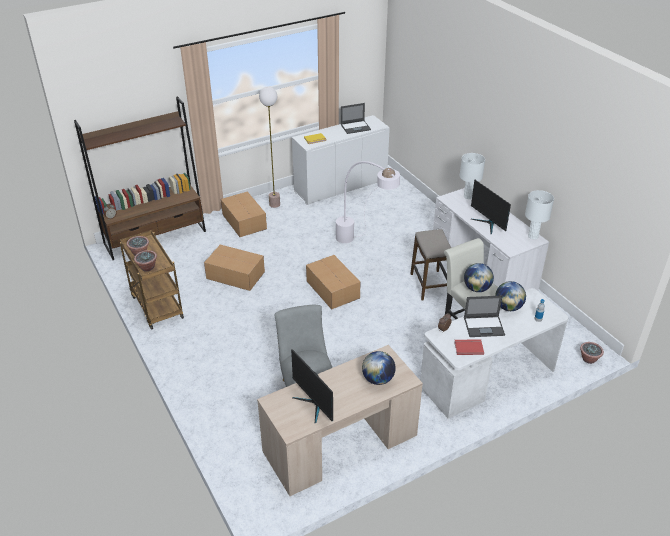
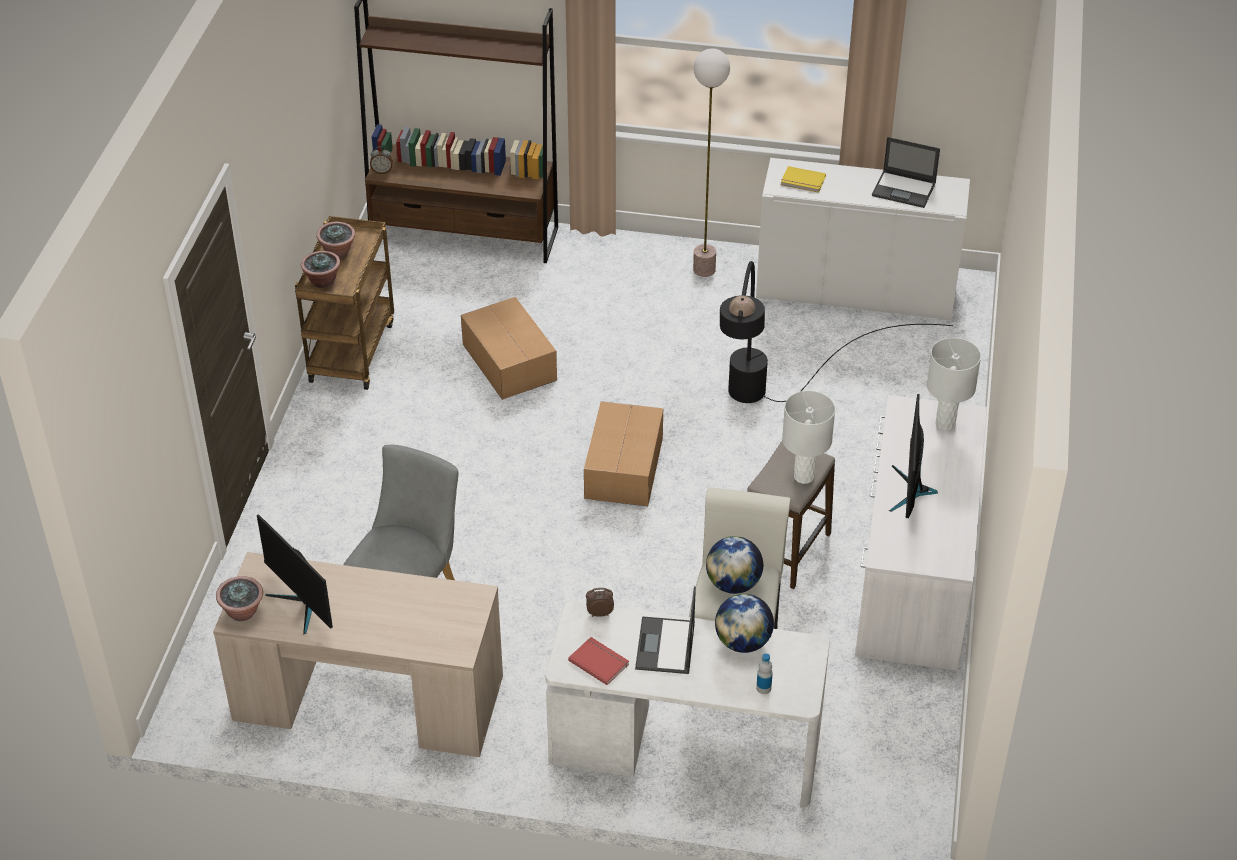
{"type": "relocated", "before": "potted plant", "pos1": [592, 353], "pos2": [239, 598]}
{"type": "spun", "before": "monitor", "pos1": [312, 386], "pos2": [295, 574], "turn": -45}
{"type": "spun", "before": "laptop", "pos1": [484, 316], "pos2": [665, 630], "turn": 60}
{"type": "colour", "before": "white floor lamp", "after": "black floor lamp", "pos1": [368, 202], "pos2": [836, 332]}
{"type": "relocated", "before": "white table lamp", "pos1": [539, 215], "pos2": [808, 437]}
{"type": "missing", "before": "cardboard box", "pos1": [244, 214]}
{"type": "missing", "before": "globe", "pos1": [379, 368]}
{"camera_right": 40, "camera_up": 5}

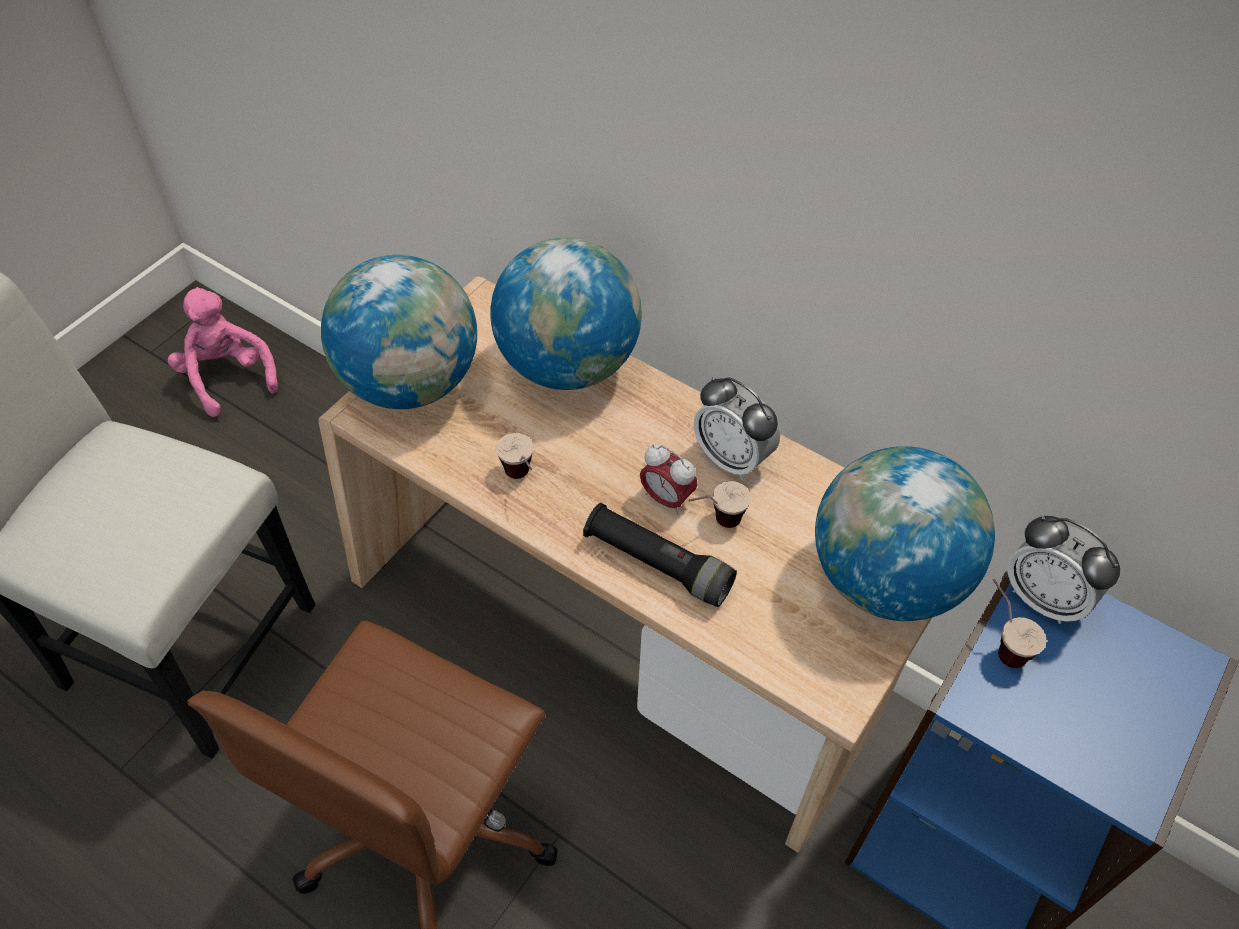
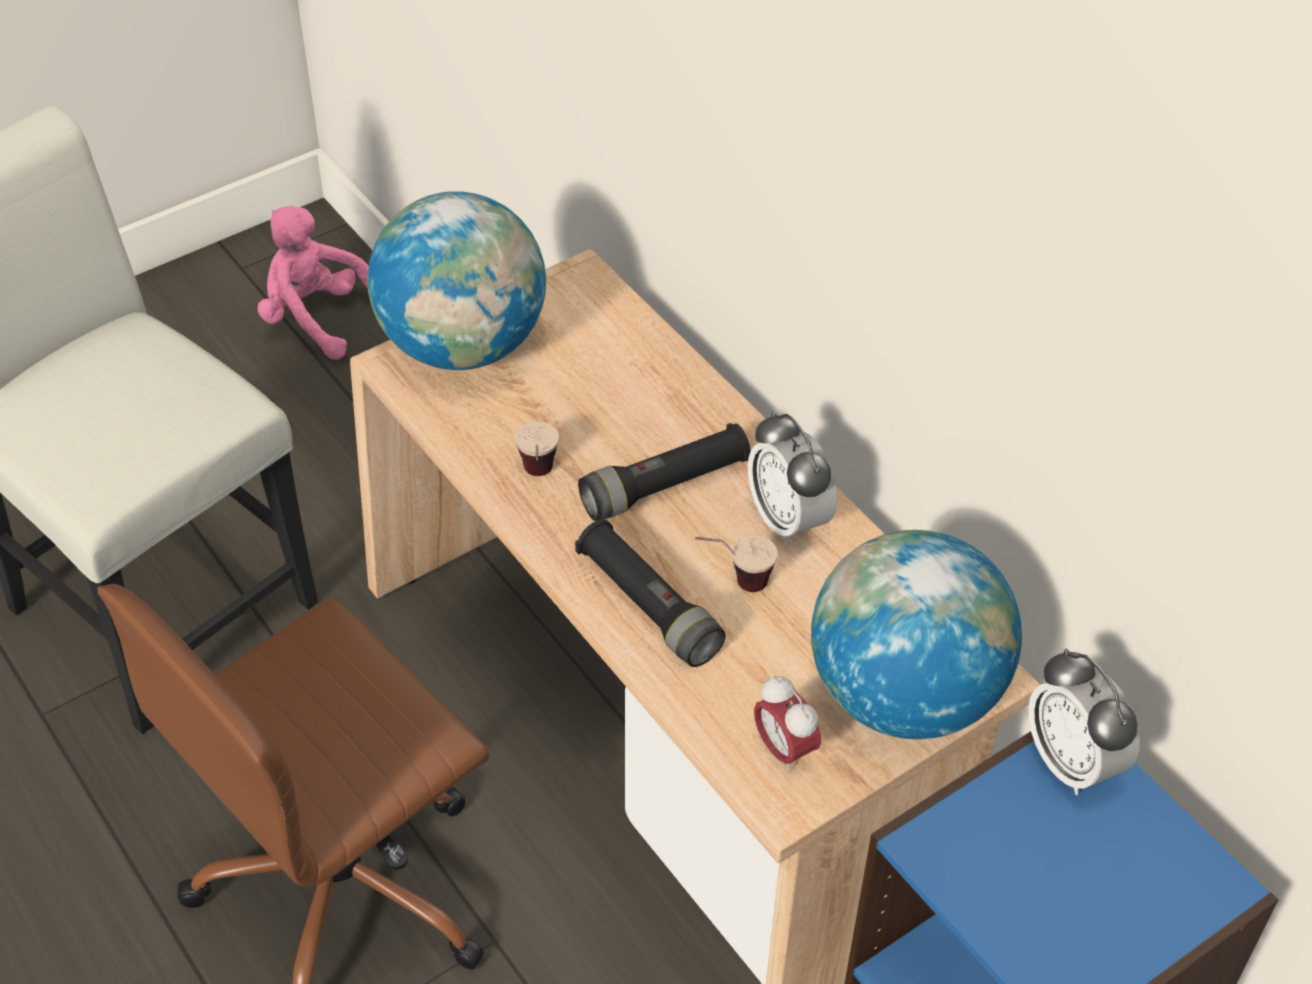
{"type": "spun", "before": "pink plush toy", "pos1": [223, 352], "pos2": [313, 283], "turn": -45}
{"type": "appeared", "after": "black flashlight", "pos2": [664, 472]}
{"type": "relocated", "before": "alarm clock", "pos1": [669, 479], "pos2": [787, 724]}
{"type": "missing", "before": "globe", "pos1": [566, 313]}
{"type": "missing", "before": "cup", "pos1": [1019, 623]}
{"camera_right": 20, "camera_up": -5}

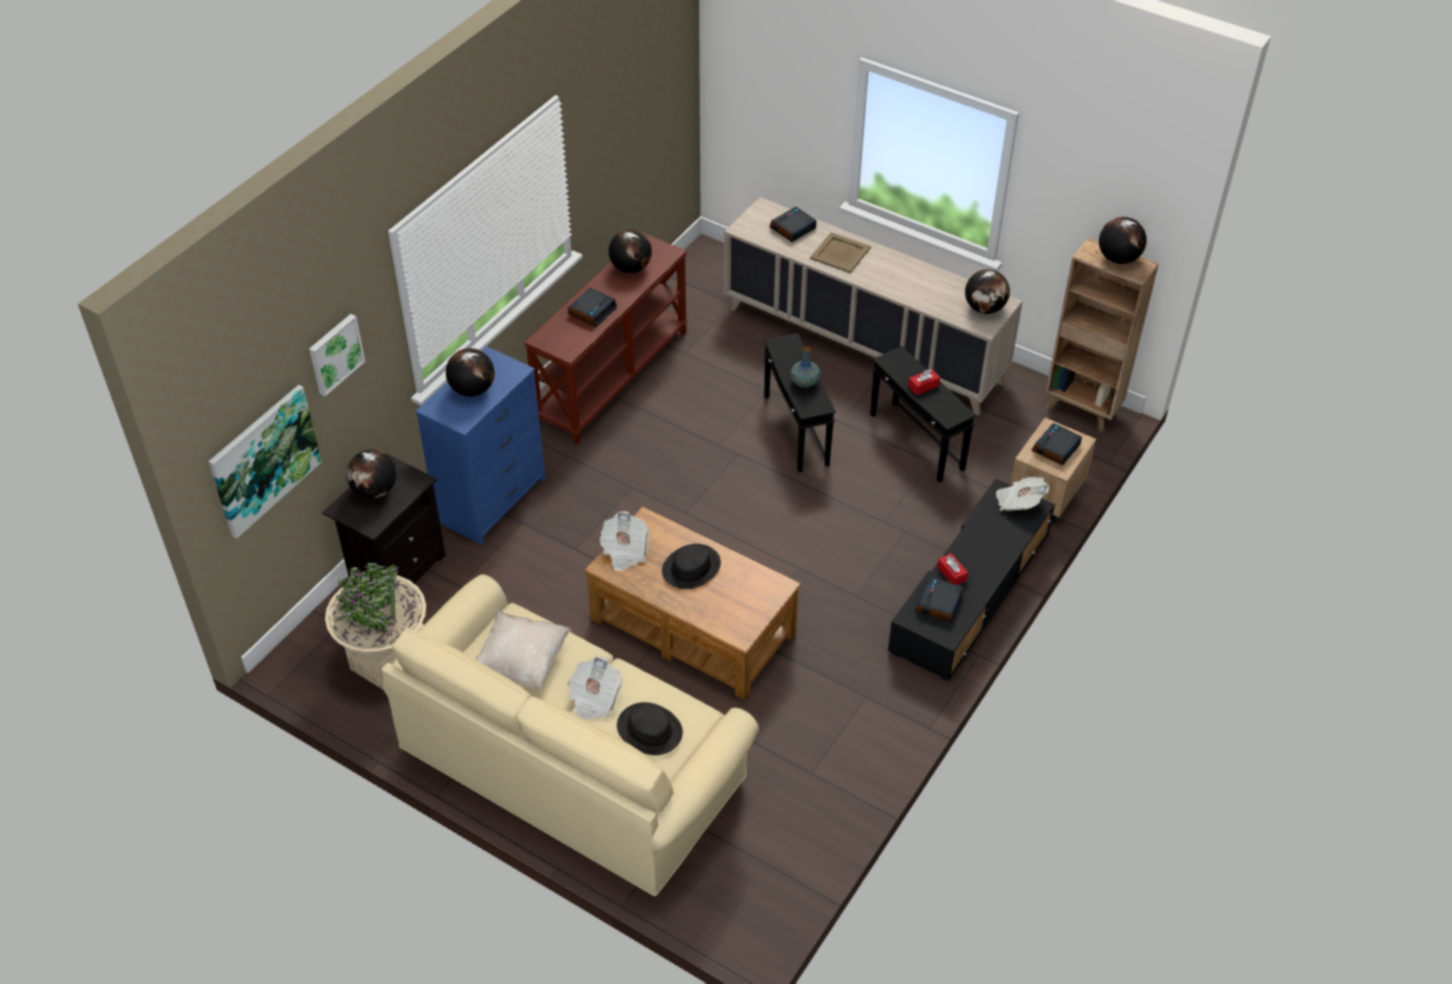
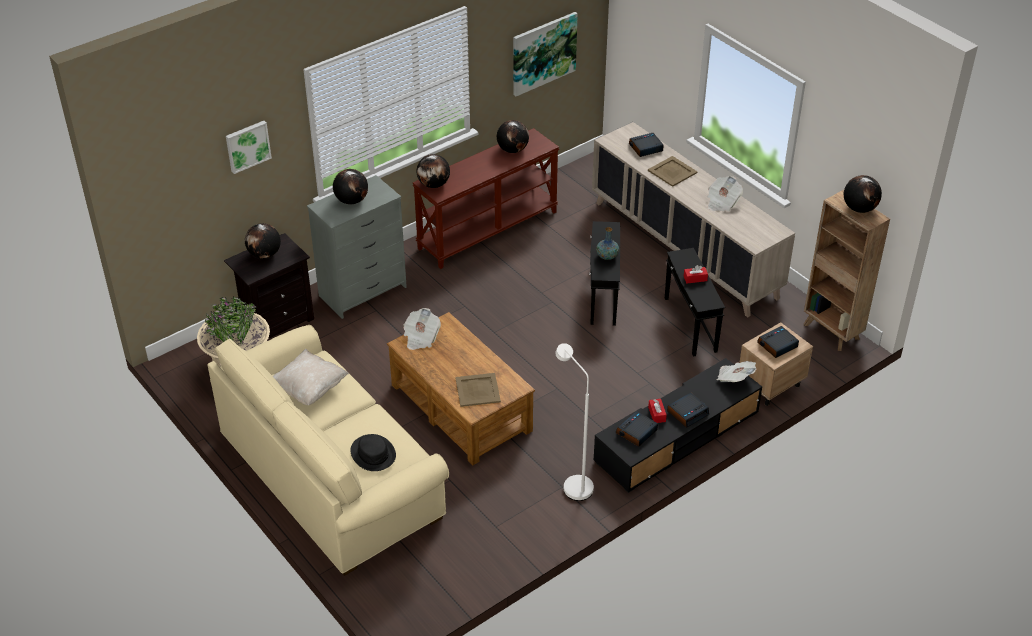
{"type": "colour", "before": "blue dresser", "after": "grey dresser", "pos1": [480, 445], "pos2": [357, 247]}
{"type": "relocated", "before": "globe", "pos1": [987, 291], "pos2": [433, 171]}
{"type": "appeared", "after": "beige tray", "pos2": [478, 390]}
{"type": "relocated", "before": "picture", "pos1": [265, 462], "pos2": [545, 54]}
{"type": "appeared", "after": "white floor lamp", "pos2": [574, 422]}
{"type": "relocated", "before": "alarm clock", "pos1": [592, 307], "pos2": [688, 410]}
{"type": "relocated", "before": "newspaper", "pos1": [595, 688], "pos2": [725, 194]}
{"type": "missing", "before": "black hat", "pos1": [691, 566]}
{"camera_right": 20, "camera_up": -5}

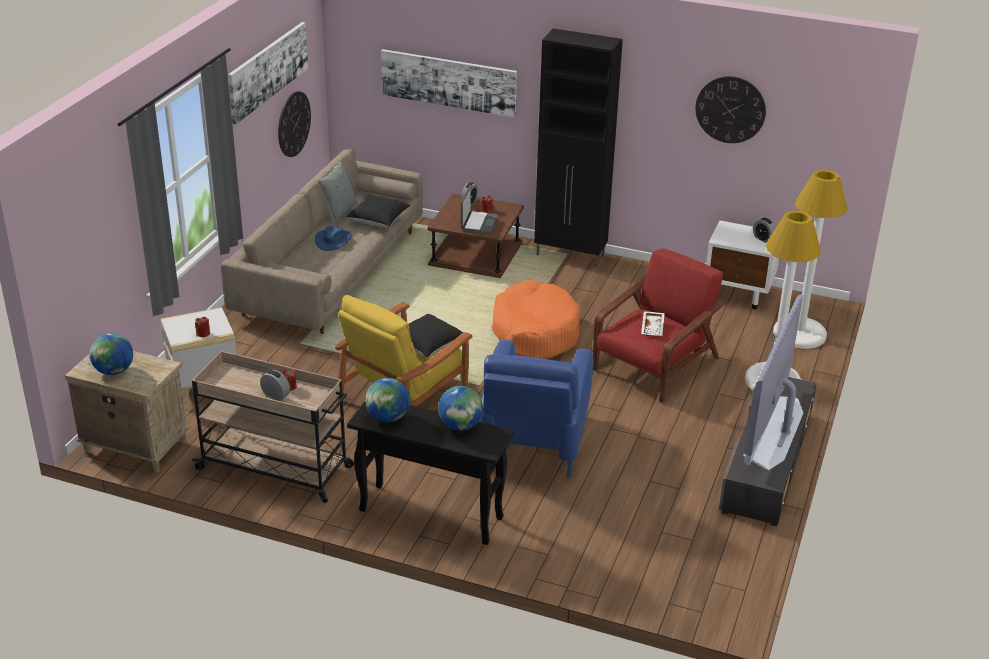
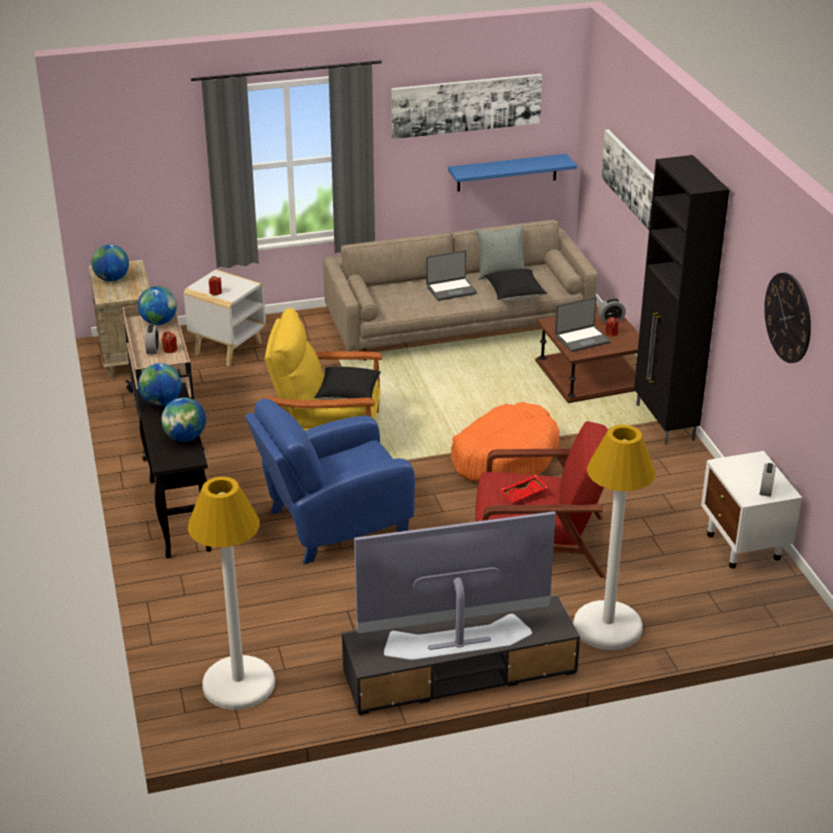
{"type": "appeared", "after": "globe", "pos2": [157, 305]}
{"type": "relocated", "before": "white floor lamp", "pos1": [810, 259], "pos2": [231, 593]}
{"type": "exchanged", "before": "blue hat", "after": "laptop", "pos1": [333, 238], "pos2": [451, 275]}
{"type": "exchanged", "before": "wall clock", "after": "blue shelf", "pos1": [294, 124], "pos2": [512, 172]}
{"type": "colour", "before": "white tray", "after": "red tray", "pos1": [653, 323], "pos2": [524, 488]}
{"camera_right": 55, "camera_up": 0}

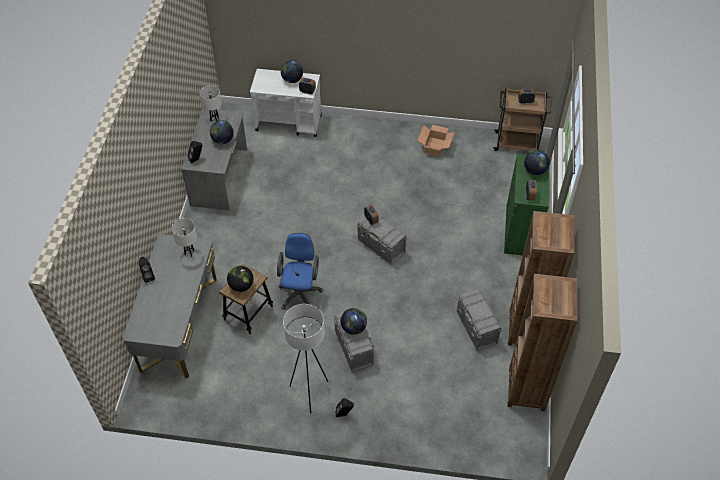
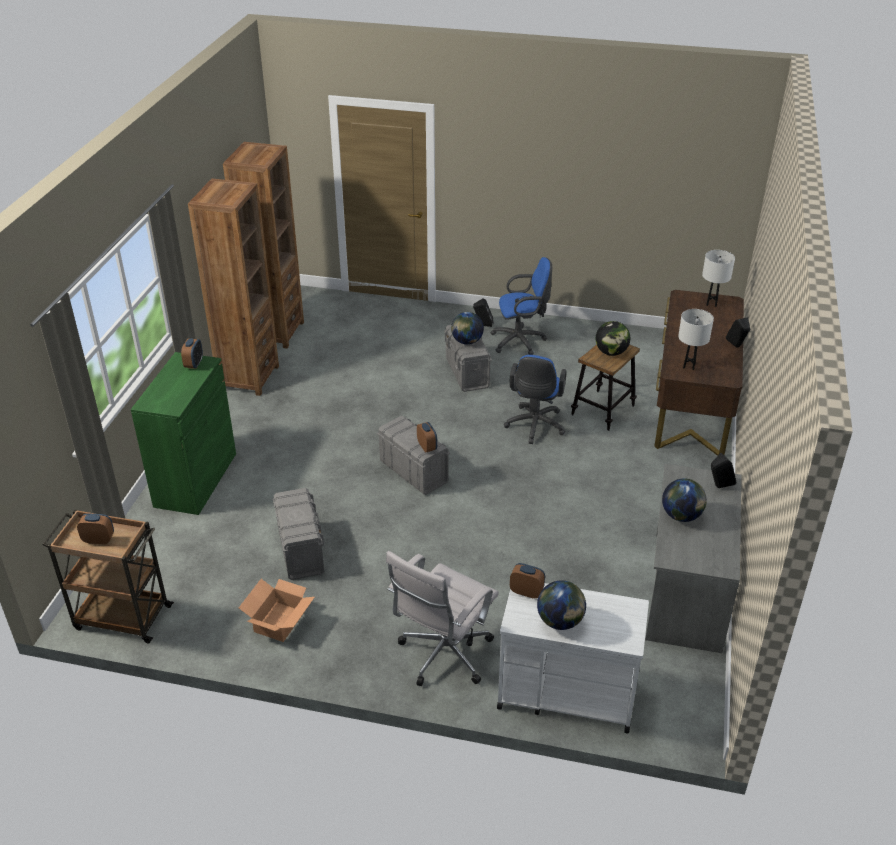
{"type": "relocated", "before": "grey storage box", "pos1": [479, 320], "pos2": [298, 534]}
{"type": "appeared", "after": "white office chair", "pos2": [442, 618]}
{"type": "exchanged", "before": "white floor lamp", "after": "blue office chair", "pos1": [305, 359], "pos2": [521, 306]}
{"type": "colour", "before": "grey desk", "after": "brown desk", "pos1": [169, 306], "pos2": [699, 373]}
{"type": "relocated", "before": "white table lamp", "pos1": [211, 103], "pos2": [718, 278]}
{"type": "missing", "before": "globe", "pos1": [537, 162]}
{"camera_right": -175, "camera_up": -15}

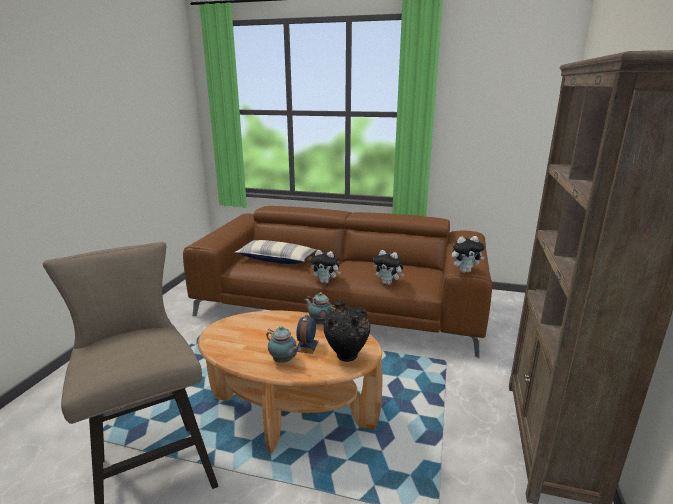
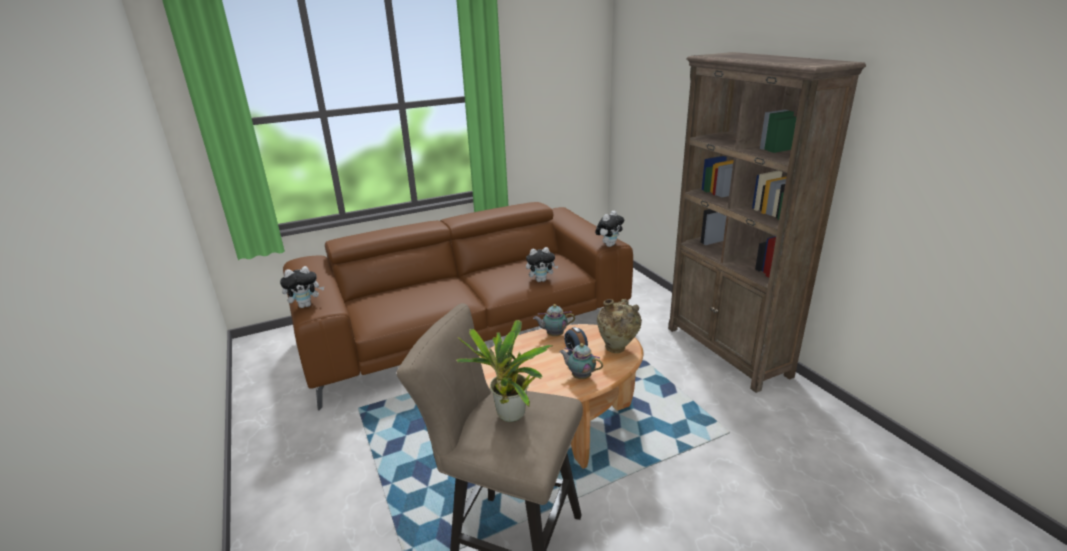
{"type": "relocated", "before": "plush toy", "pos1": [325, 266], "pos2": [302, 287]}
{"type": "appeared", "after": "potted plant", "pos2": [504, 371]}
{"type": "spun", "before": "teapot", "pos1": [283, 344], "pos2": [581, 361], "turn": -150}
{"type": "colour", "before": "black vase", "after": "beige vase", "pos1": [346, 331], "pos2": [619, 326]}
{"type": "missing", "before": "pillow", "pos1": [275, 252]}
{"camera_right": -40, "camera_up": 5}

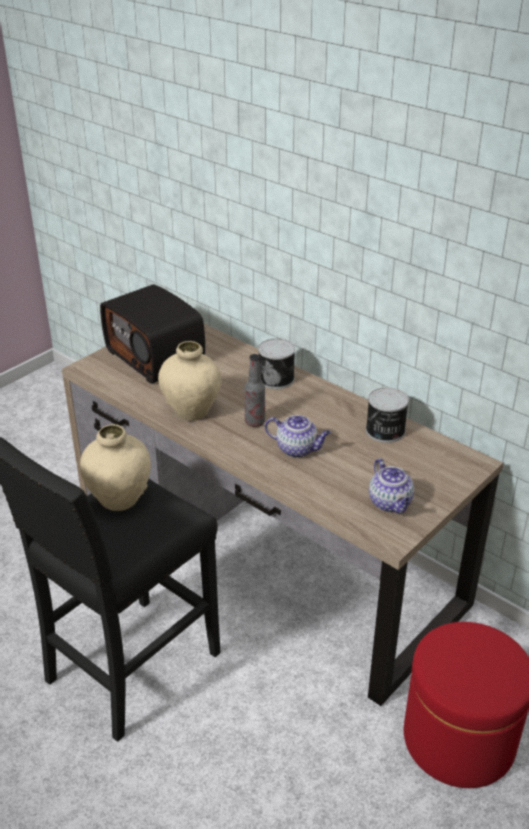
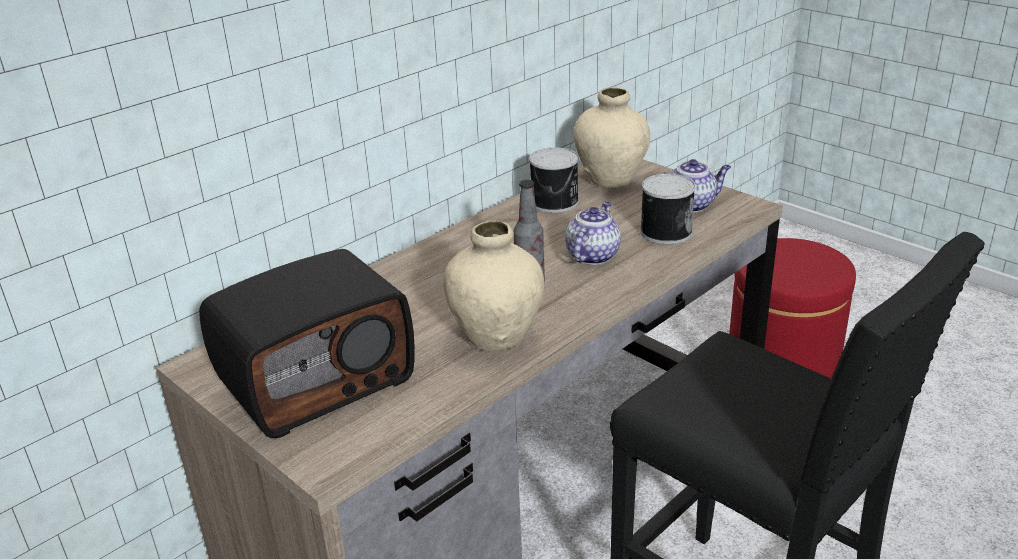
{"type": "relocated", "before": "beige vase", "pos1": [115, 467], "pos2": [612, 138]}
{"type": "relocated", "before": "can", "pos1": [276, 363], "pos2": [668, 209]}
{"camera_right": -85, "camera_up": -5}

